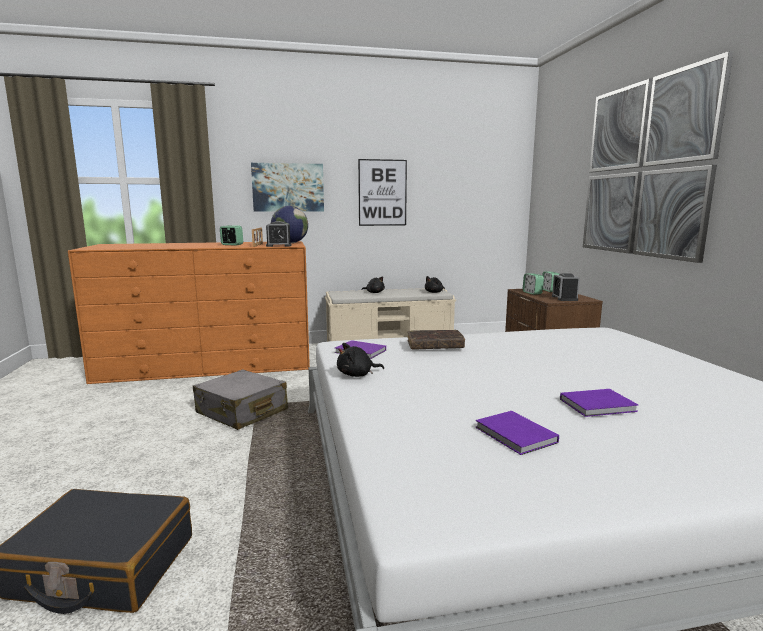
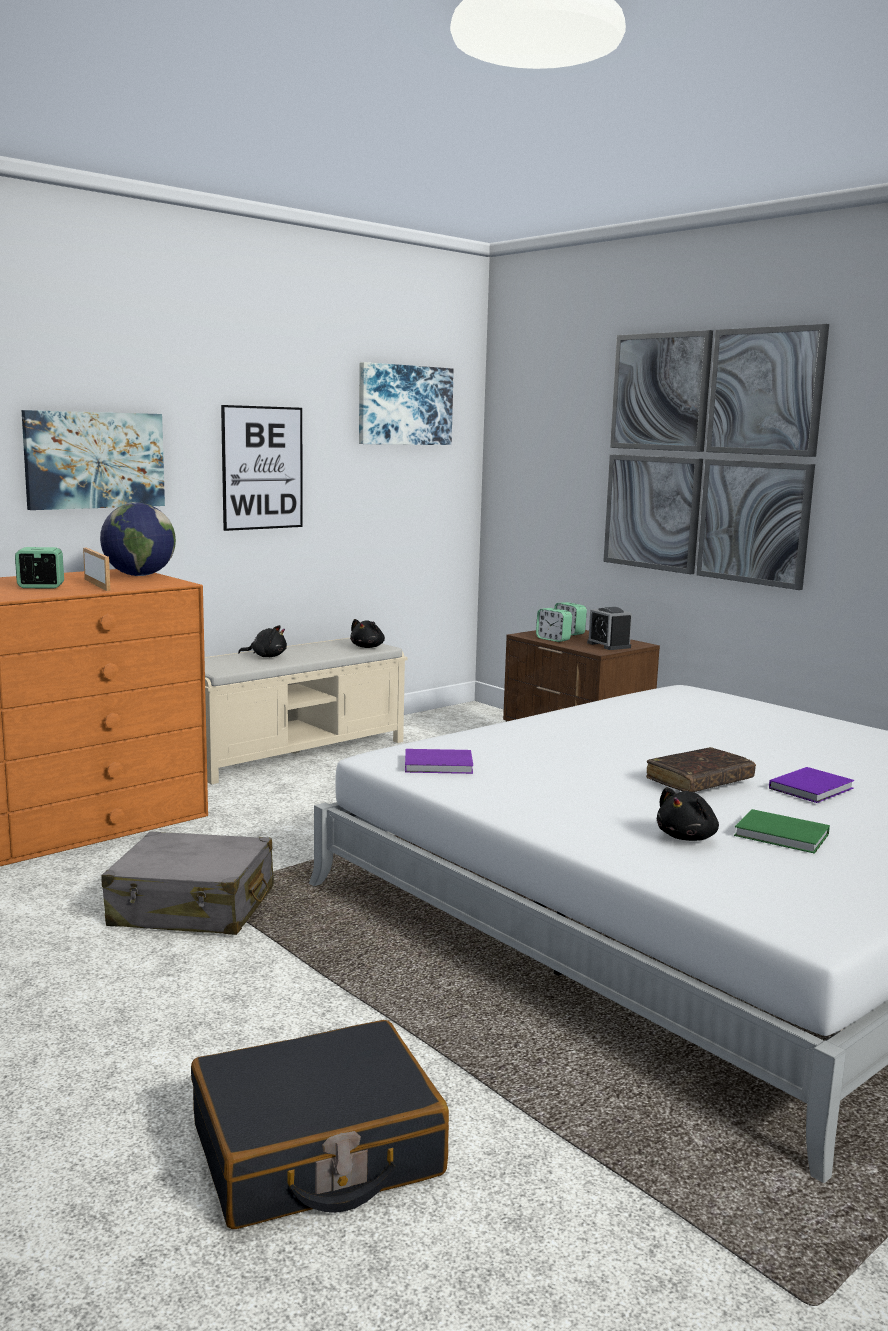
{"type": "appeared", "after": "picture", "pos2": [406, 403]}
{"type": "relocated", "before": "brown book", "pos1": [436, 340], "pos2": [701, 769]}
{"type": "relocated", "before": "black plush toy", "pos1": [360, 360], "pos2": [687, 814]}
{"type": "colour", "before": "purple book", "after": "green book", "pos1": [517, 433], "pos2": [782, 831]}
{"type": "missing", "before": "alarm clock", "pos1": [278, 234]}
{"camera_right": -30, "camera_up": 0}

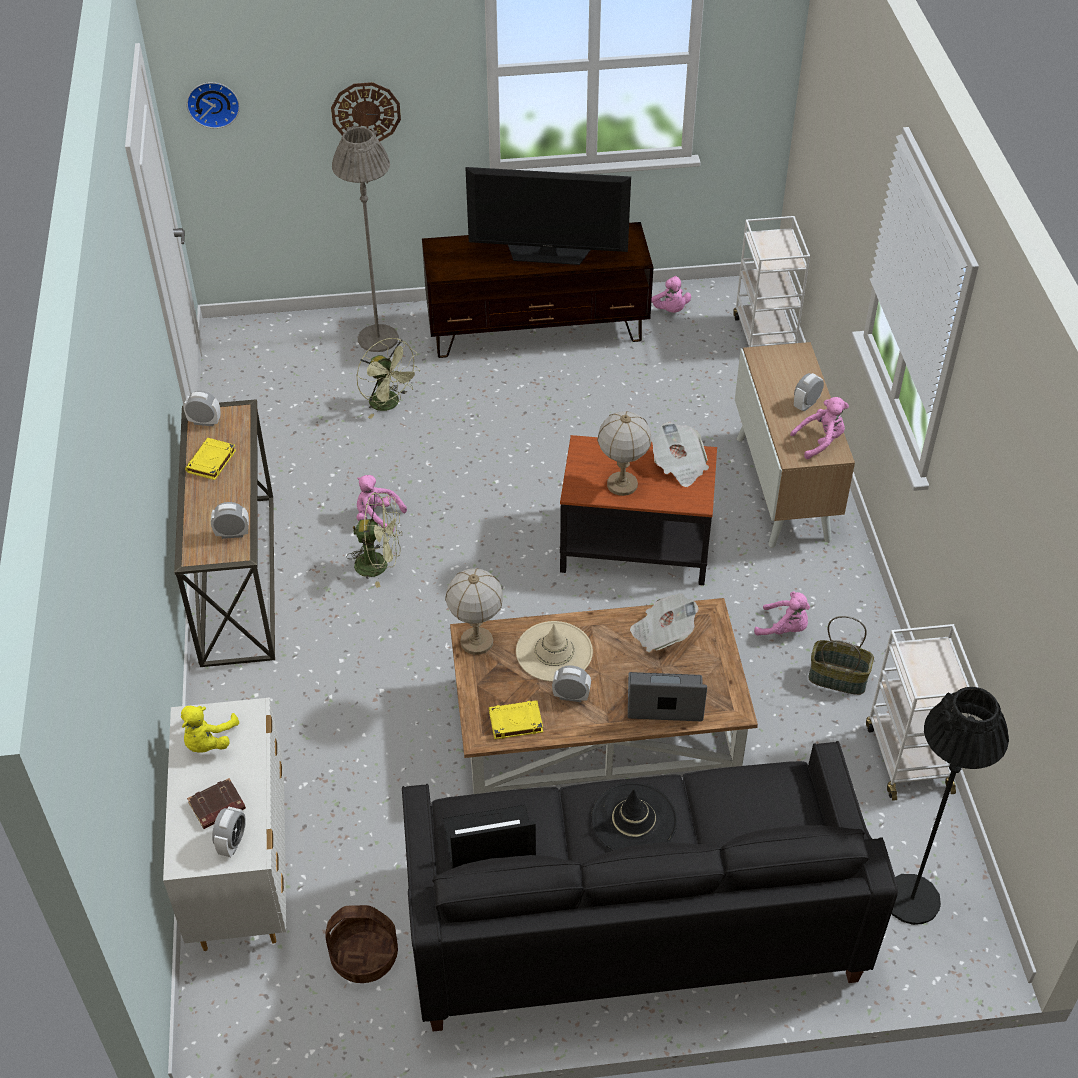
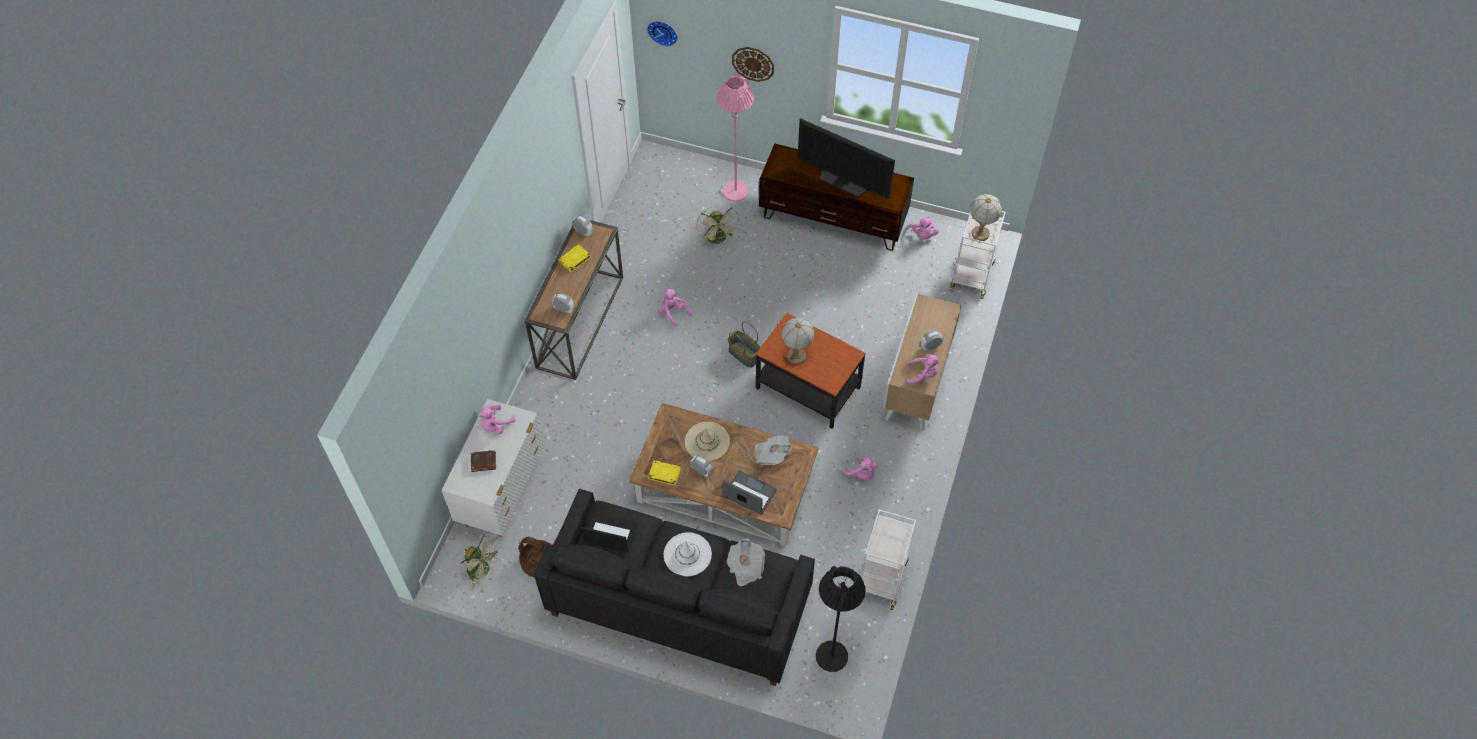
{"type": "relocated", "before": "green fan", "pos1": [374, 540], "pos2": [481, 561]}
{"type": "colour", "before": "yellow plush toy", "after": "pink plush toy", "pos1": [210, 729], "pos2": [497, 419]}
{"type": "colour", "before": "black hat", "after": "white hat", "pos1": [634, 816], "pos2": [688, 554]}
{"type": "colour", "before": "grey floor lamp", "after": "pink floor lamp", "pos1": [365, 239], "pos2": [735, 138]}
{"type": "relocated", "before": "newspaper", "pos1": [680, 454], "pos2": [745, 562]}
{"type": "relocated", "before": "basket", "pos1": [841, 655], "pos2": [744, 344]}
{"type": "relocated", "before": "table lamp", "pos1": [474, 611], "pos2": [986, 217]}
{"type": "missing", "before": "alarm clock", "pos1": [229, 831]}
{"camera_right": 25, "camera_up": 10}

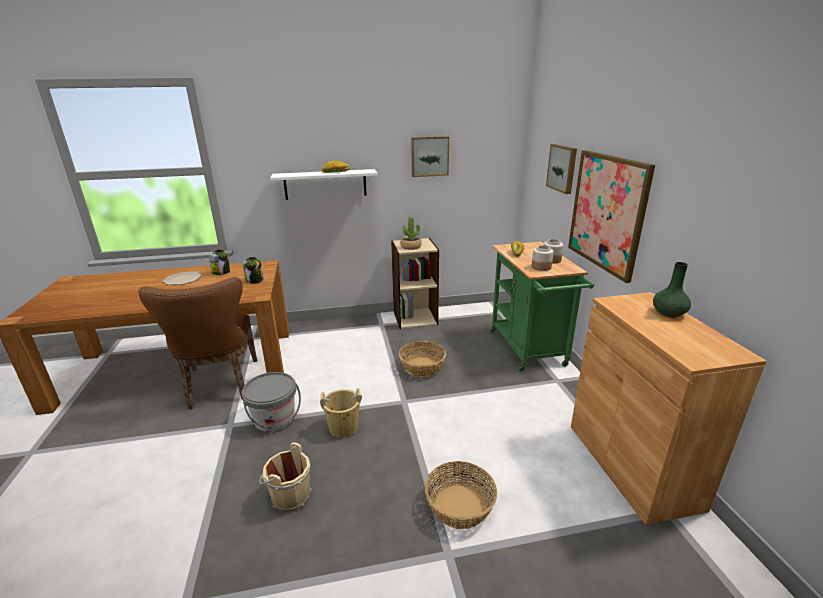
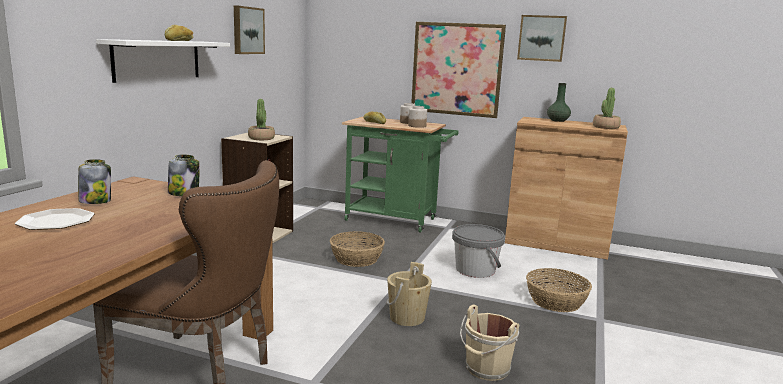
{"type": "relocated", "before": "grey bucket", "pos1": [271, 402], "pos2": [478, 251]}
{"type": "relocated", "before": "picture", "pos1": [561, 169], "pos2": [542, 38]}
{"type": "appeared", "after": "potted plant", "pos2": [607, 108]}
{"camera_right": -60, "camera_up": -10}

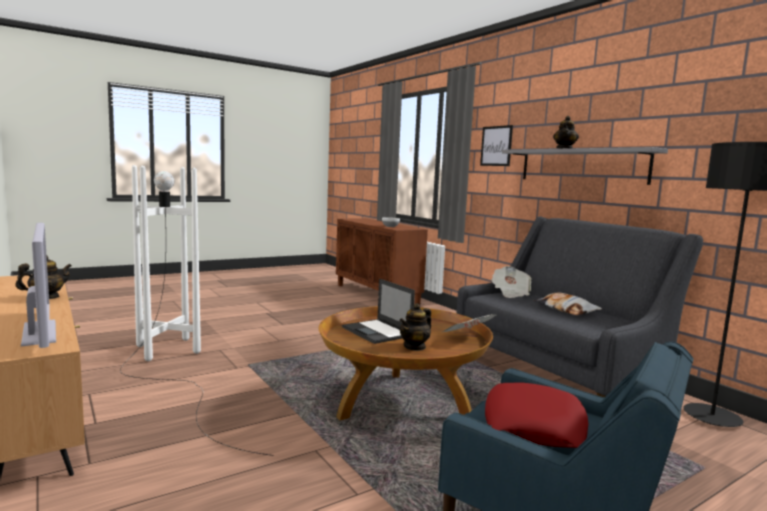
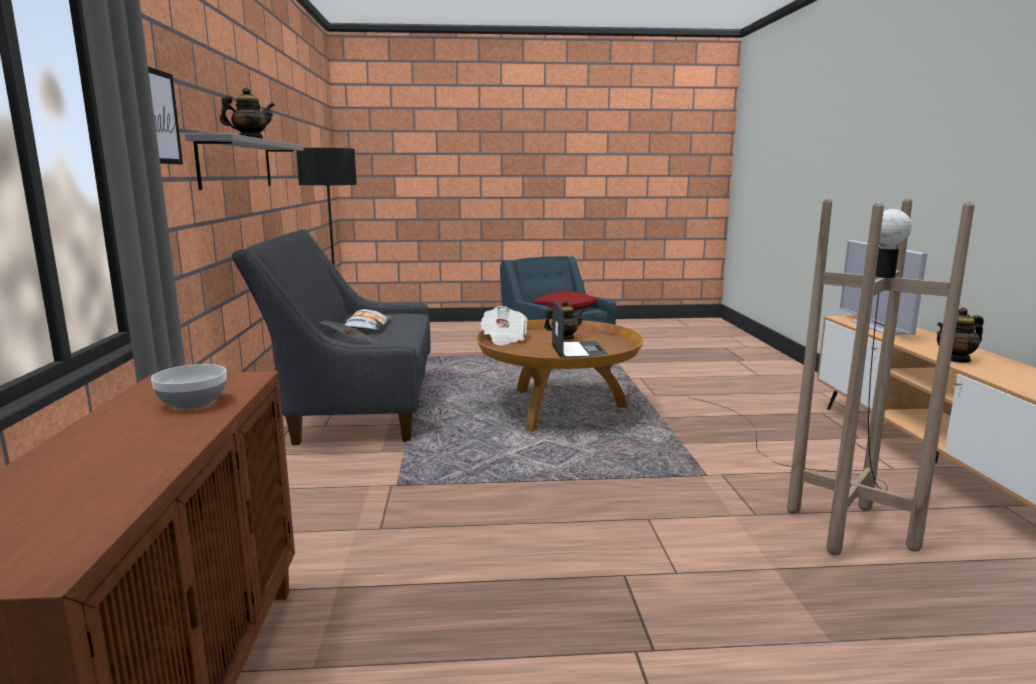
{"type": "colour", "before": "white floor lamp", "after": "brown floor lamp", "pos1": [197, 310], "pos2": [830, 377]}
{"camera_right": -150, "camera_up": 5}

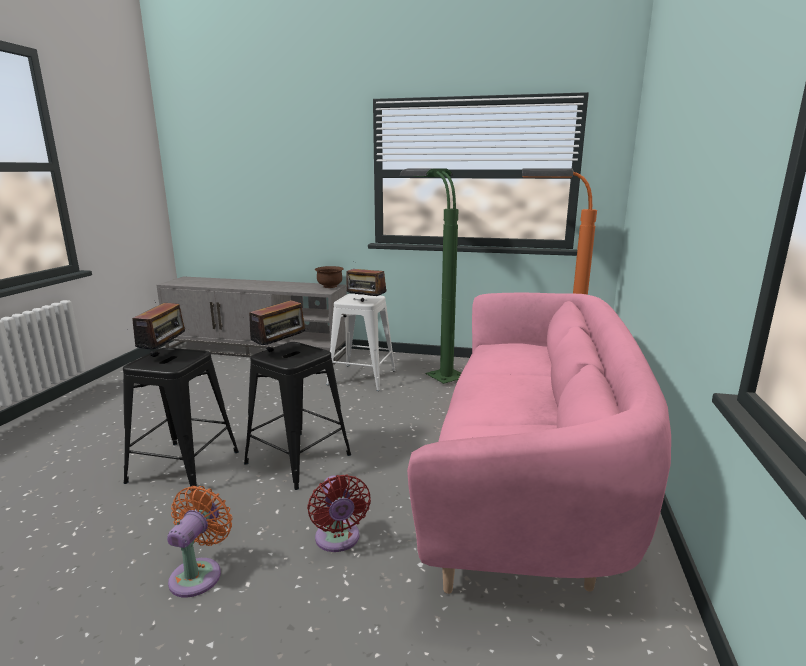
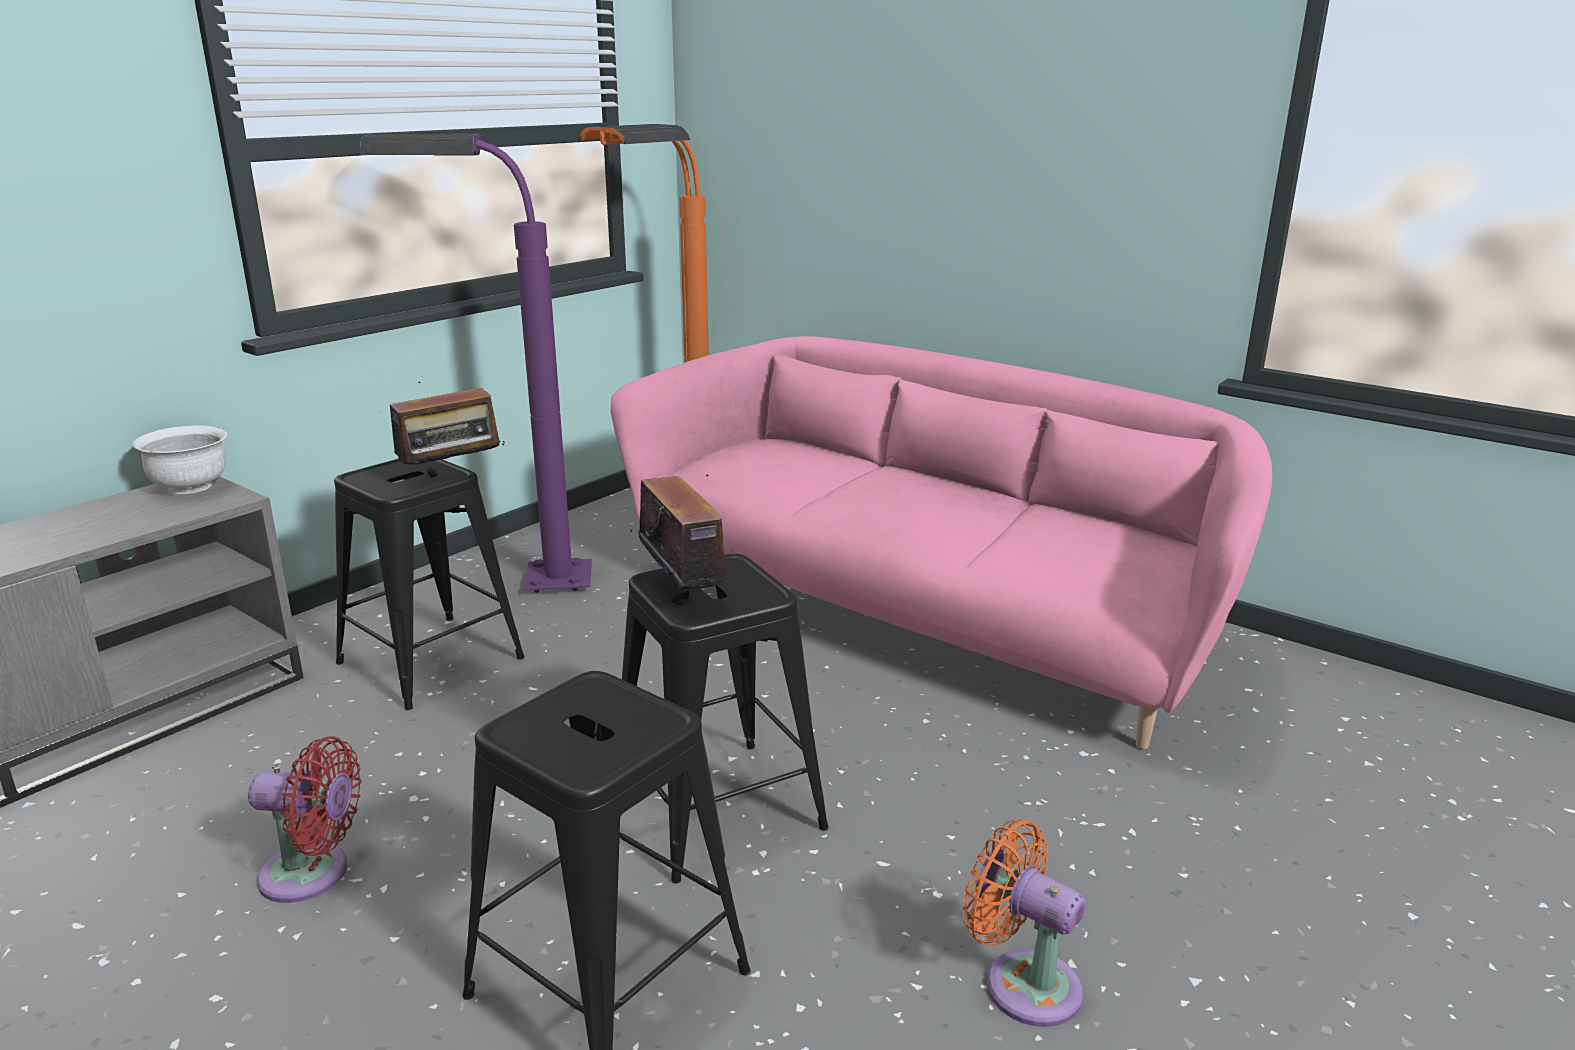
{"type": "colour", "before": "brown bowl", "after": "white bowl", "pos1": [329, 277], "pos2": [180, 459]}
{"type": "relocated", "before": "red fan", "pos1": [339, 513], "pos2": [304, 819]}
{"type": "colour", "before": "white stool", "after": "black stool", "pos1": [361, 342], "pos2": [429, 584]}
{"type": "colour", "before": "green floor lamp", "after": "purple floor lamp", "pos1": [430, 276], "pos2": [476, 363]}
{"type": "missing", "before": "radio", "pos1": [157, 328]}
{"camera_right": -65, "camera_up": 5}

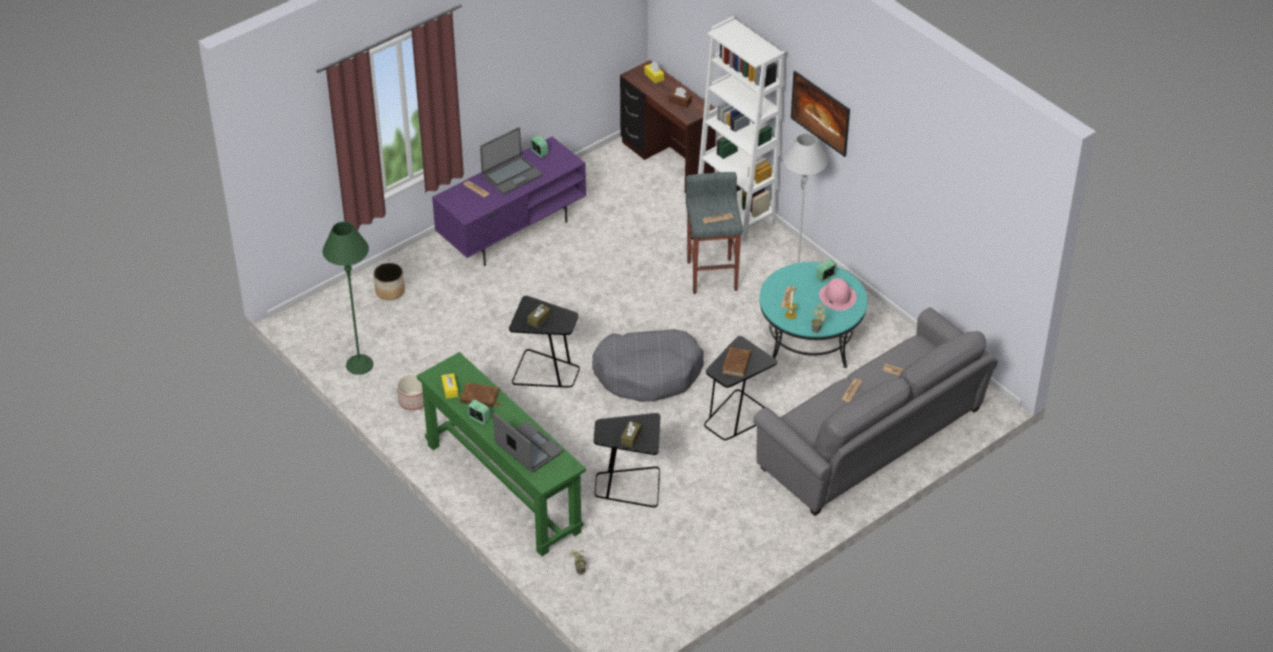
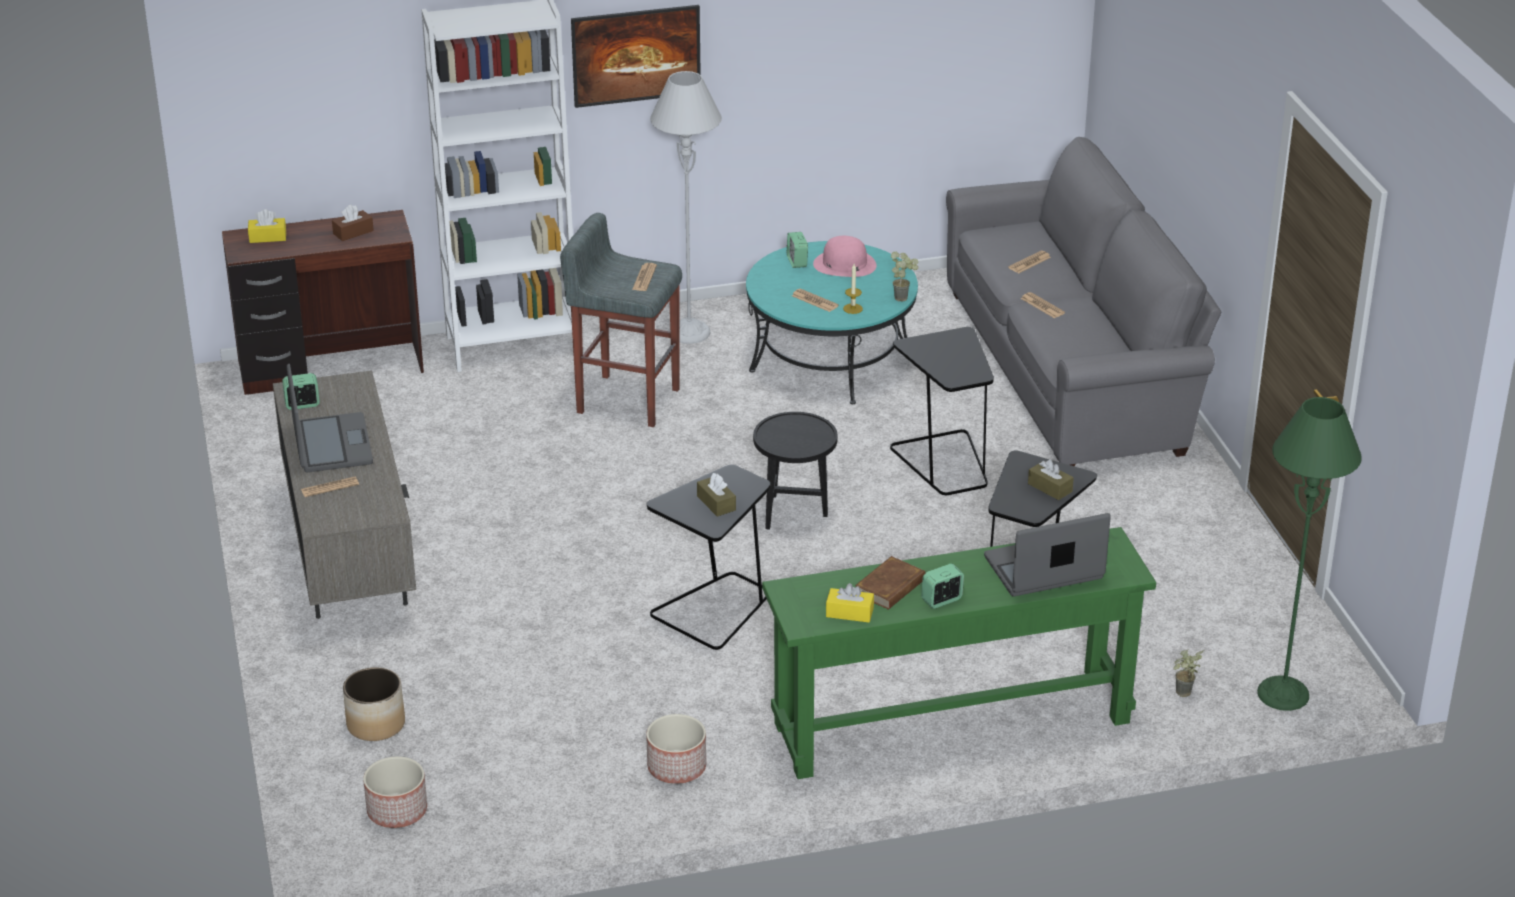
{"type": "colour", "before": "purple tv stand", "after": "grey tv stand", "pos1": [509, 201], "pos2": [344, 494]}
{"type": "appeared", "after": "planter", "pos2": [395, 792]}
{"type": "exchanged", "before": "grey dog bed", "after": "black side table", "pos1": [648, 365], "pos2": [795, 470]}
{"type": "relocated", "before": "green floor lamp", "pos1": [348, 298], "pos2": [1309, 554]}
{"type": "missing", "before": "brown book", "pos1": [736, 362]}
{"camera_right": -65, "camera_up": -10}

